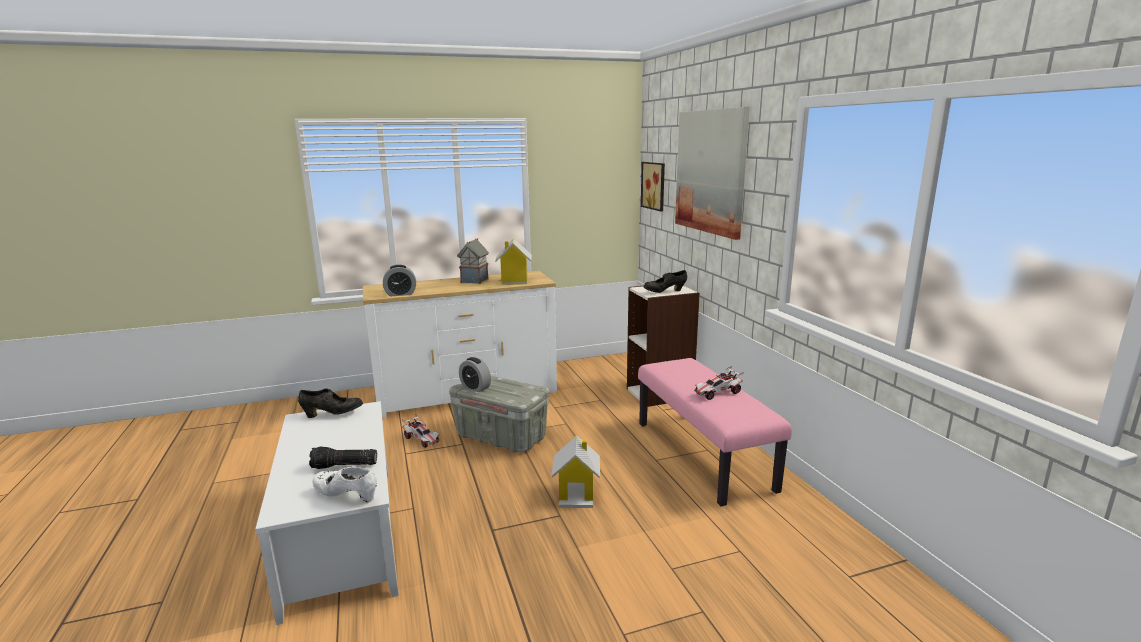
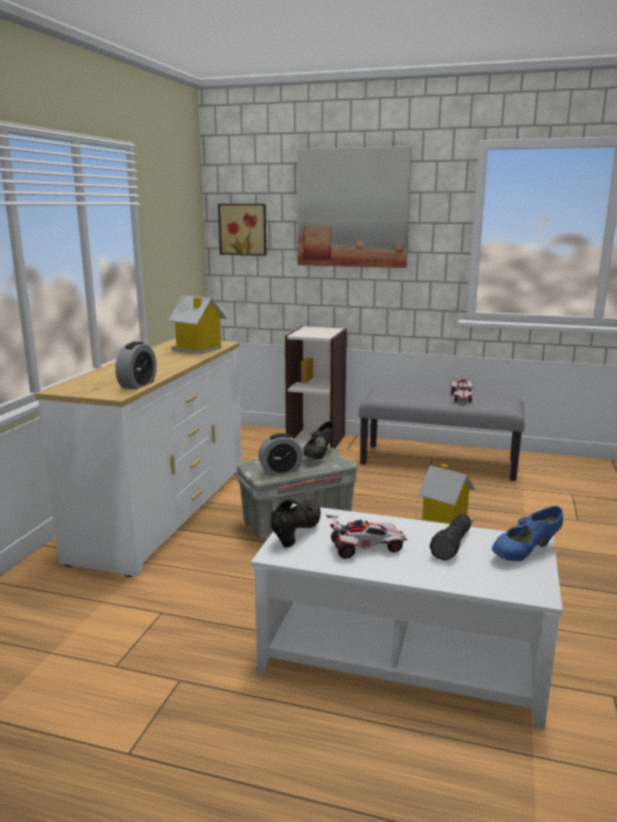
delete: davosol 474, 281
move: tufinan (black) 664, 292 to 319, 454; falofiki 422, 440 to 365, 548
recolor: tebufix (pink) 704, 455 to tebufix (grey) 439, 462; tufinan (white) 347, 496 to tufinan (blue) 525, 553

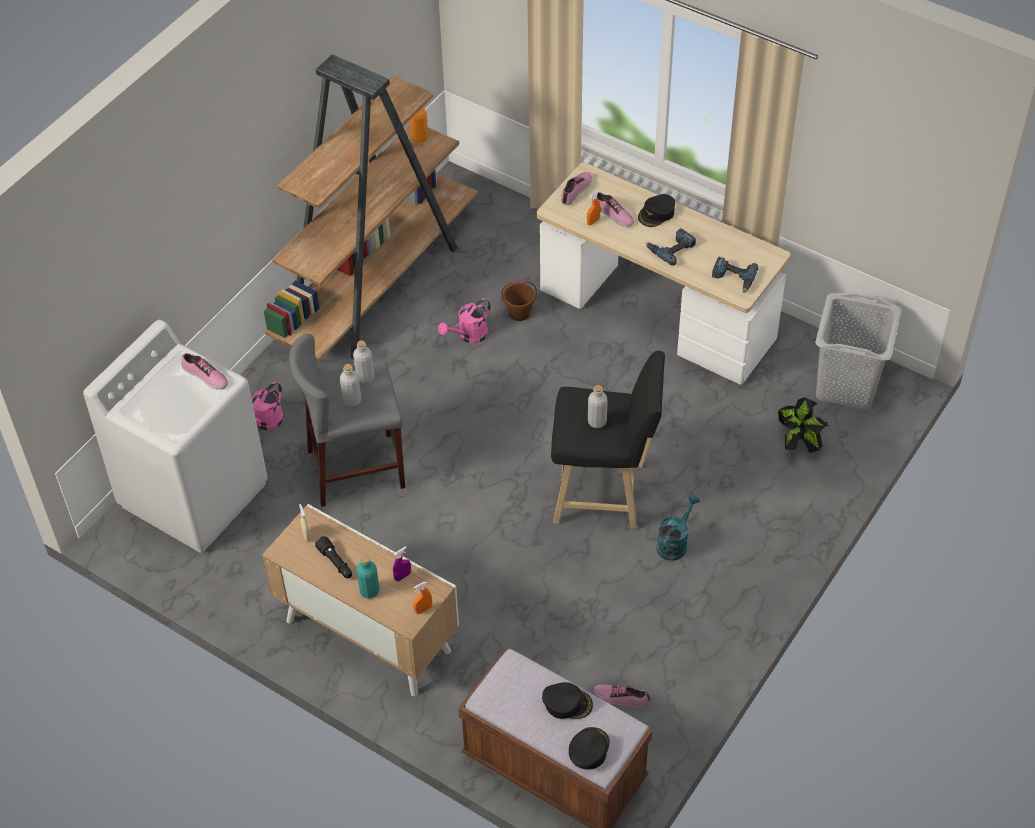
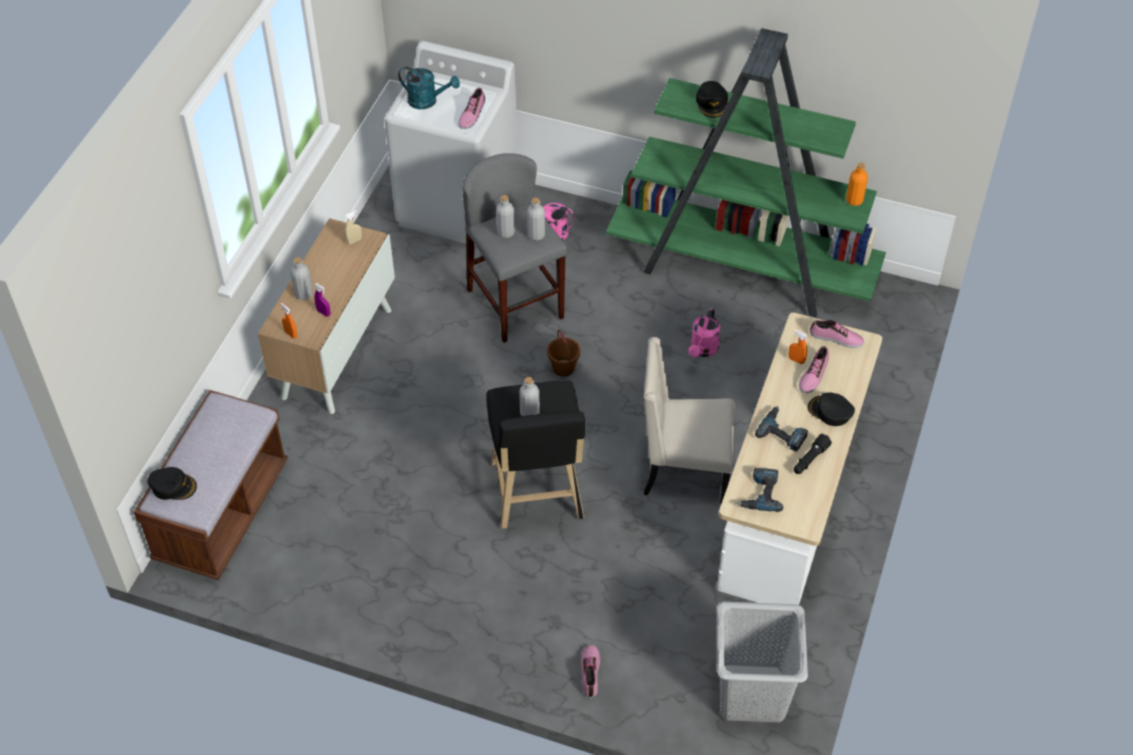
delete: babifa 799, 443
insert: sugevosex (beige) 683, 471
move: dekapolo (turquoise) 674, 542 to 427, 101; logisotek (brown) 519, 313 to 564, 368; tufinan 621, 697 to 591, 672; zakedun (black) 567, 703 to 712, 103; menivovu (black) 335, 562 to 810, 459
recolor: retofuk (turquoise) 369, 591 to retofuk (grey) 304, 294; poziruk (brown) 377, 285 to poziruk (green) 742, 268
rotate: dekapolo (pink) 469, 336 = 703, 350 105 degrees counterclockwise

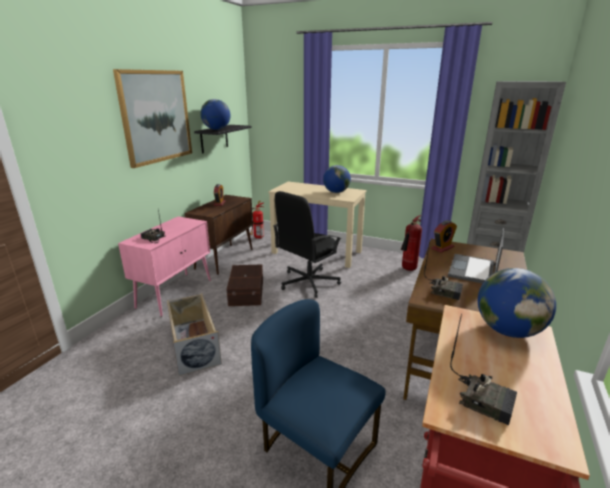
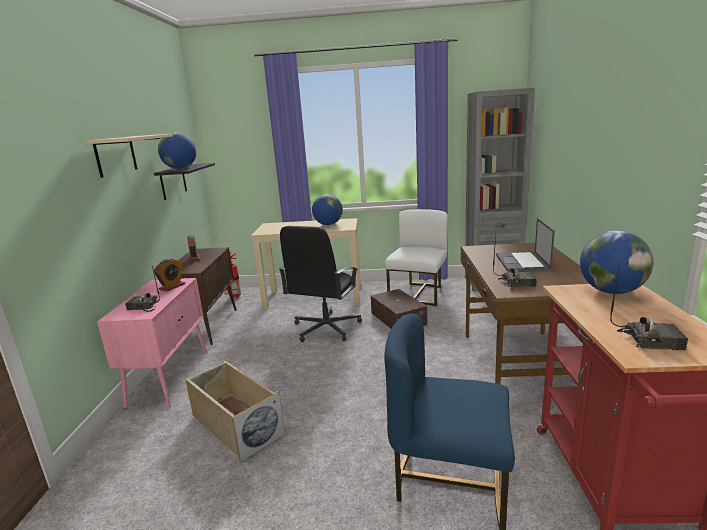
move: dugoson 442, 248 to 172, 287; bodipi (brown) 247, 292 to 399, 318
replace: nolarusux 156, 116 to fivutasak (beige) 116, 155; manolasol 408, 270 to sugevosex (white) 419, 294

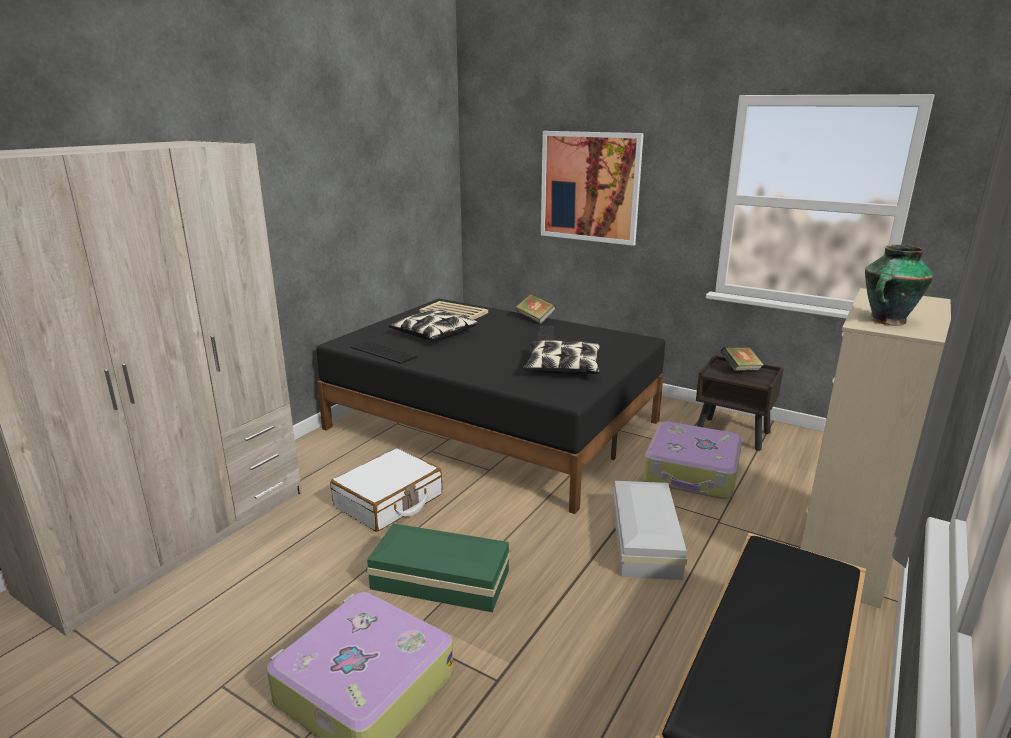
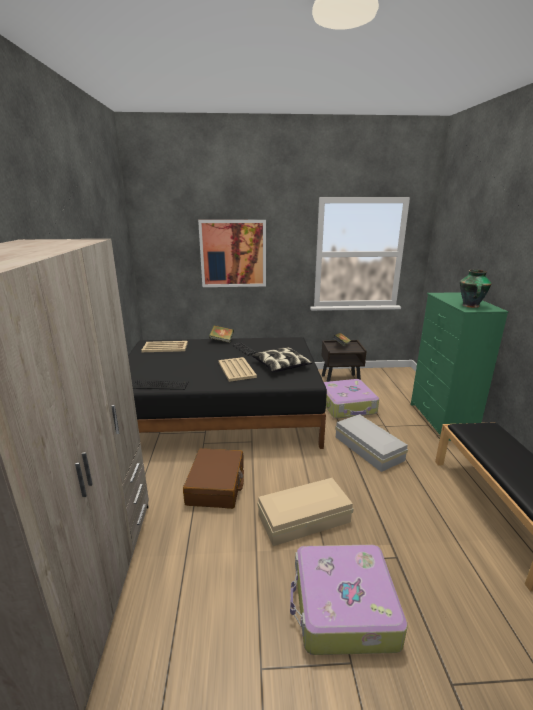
delete: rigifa 433, 334
insert: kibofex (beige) 236, 370
recolor: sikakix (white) 389, 501 to sikakix (brown) 216, 486; bodipi (green) 439, 578 to bodipi (beige) 302, 518; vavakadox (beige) 843, 553 to vavakadox (green) 440, 421

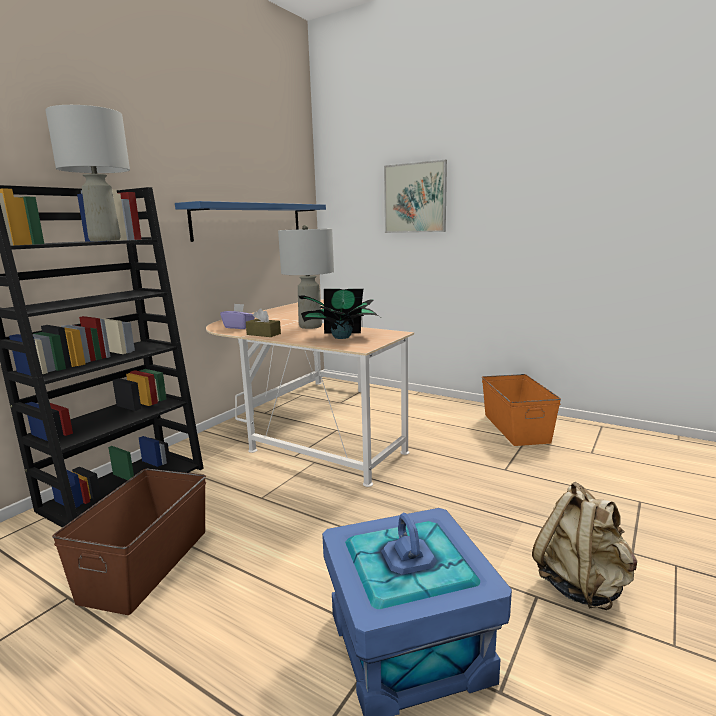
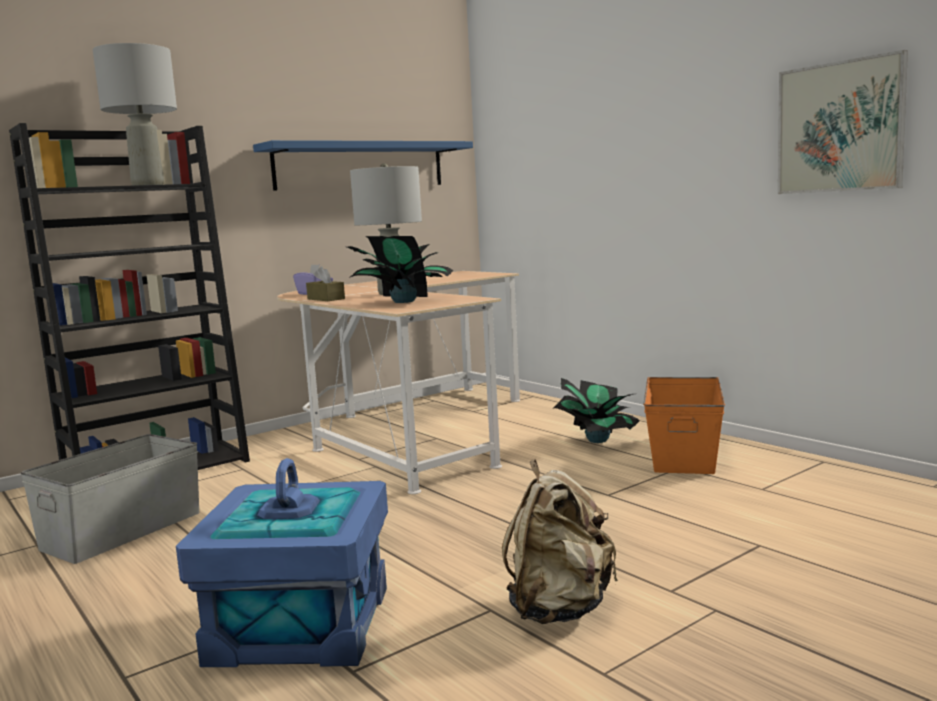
insert: babifa 597, 440
move: nolarusux 415, 198 to 839, 127
recolor: bodipi (brown) 145, 564 to bodipi (grey) 121, 530

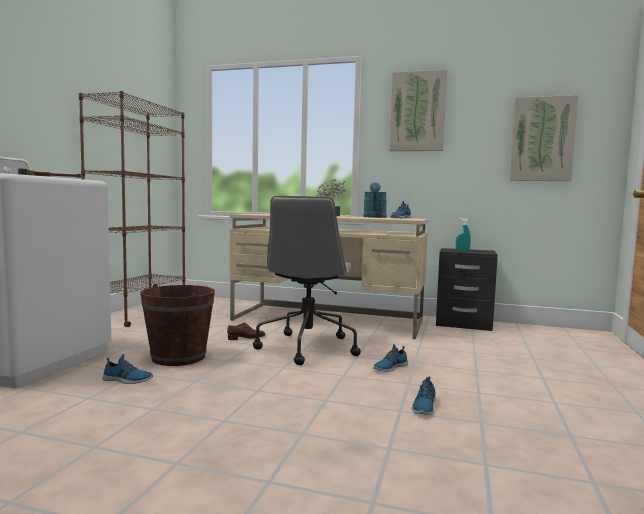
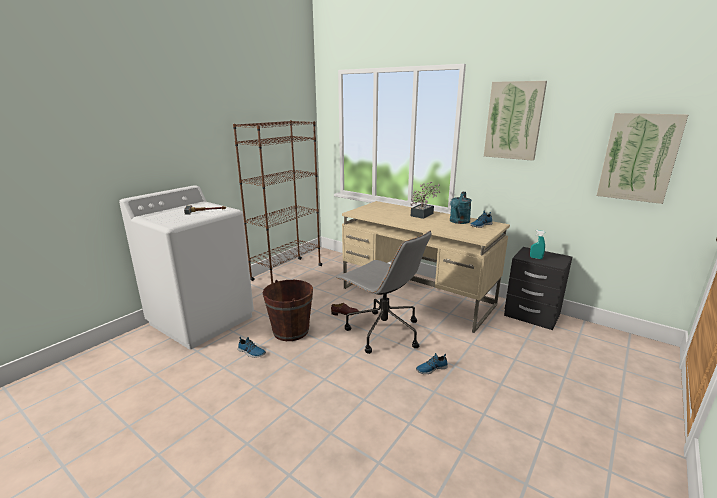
delete: tufinan 424, 406
rotate: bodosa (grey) 307, 347 = 382, 332 75 degrees counterclockwise

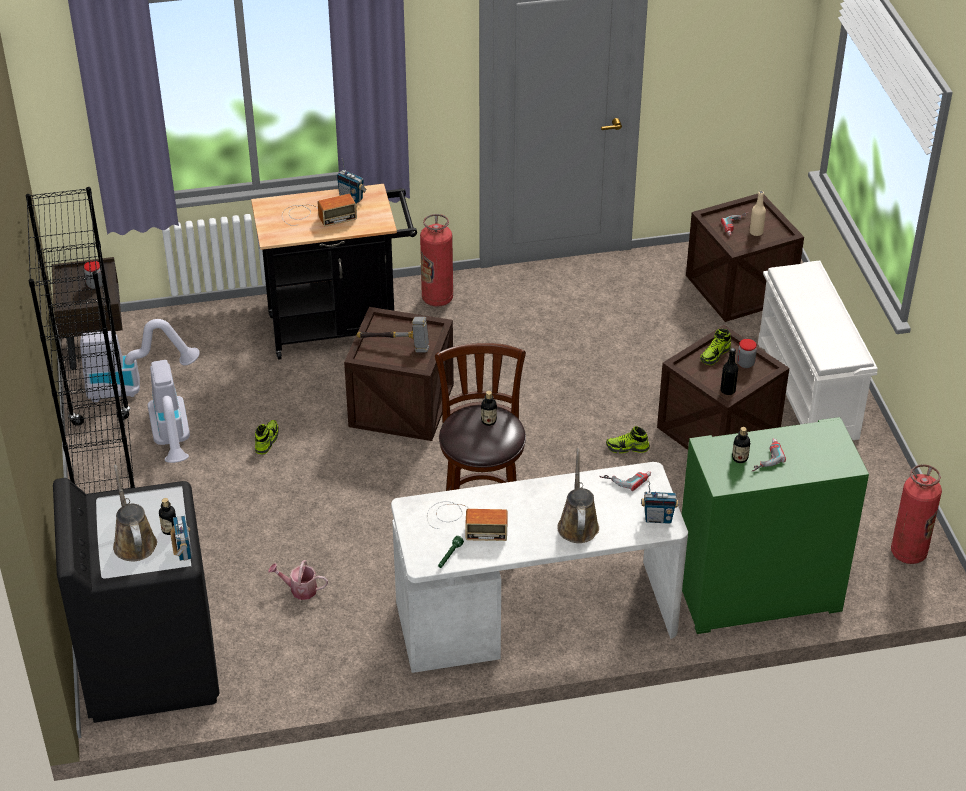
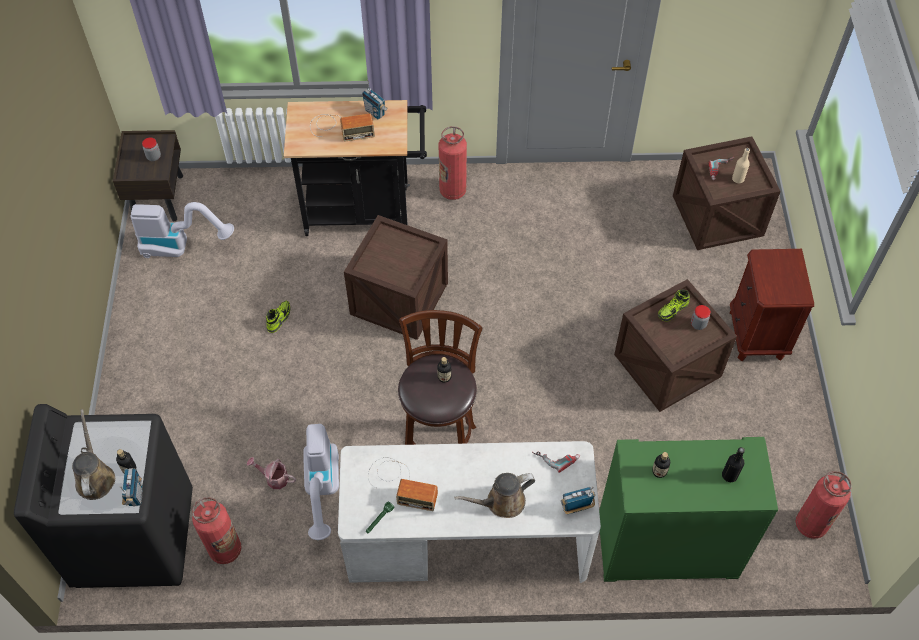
delete: poziruk (black) 103, 464; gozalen 396, 346; tufinan 627, 448; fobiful 764, 457
insert: manolasol 225, 549
move: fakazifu 173, 442 to 322, 491; retofuk (black) 727, 390 to 729, 475
replace: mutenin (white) 809, 390 to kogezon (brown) 756, 335
rotate: dekapolo (brown) 578, 524 = 501, 502 120 degrees counterclockwise; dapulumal 658, 518 = 576, 507 150 degrees clockwise

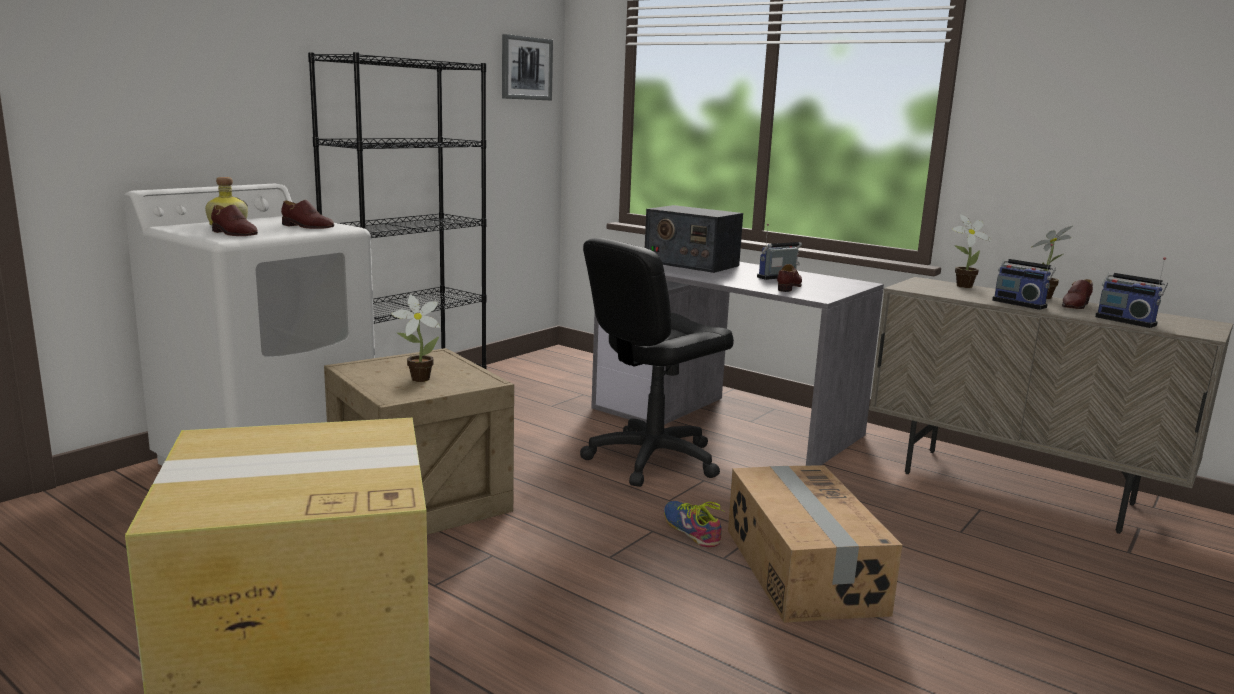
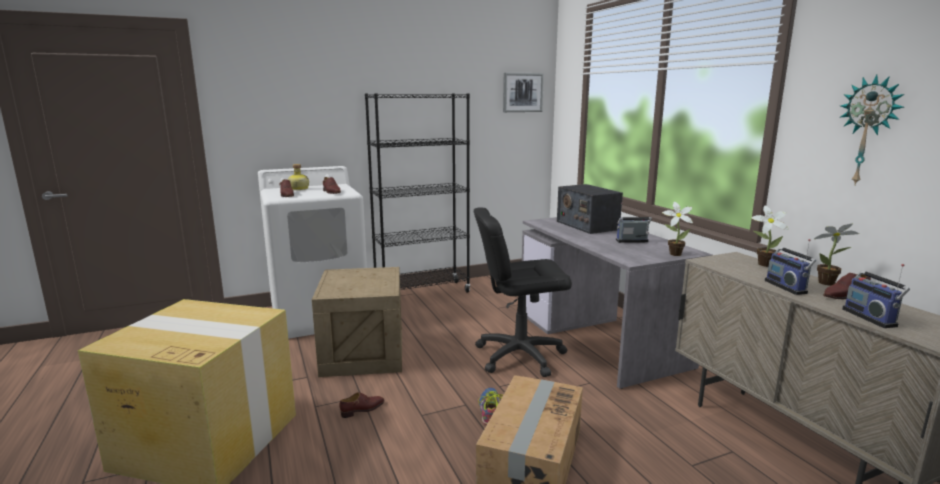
insert: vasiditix 868, 131
move: tufinan (brown) 789, 287 to 363, 409; babifa 417, 379 to 673, 254

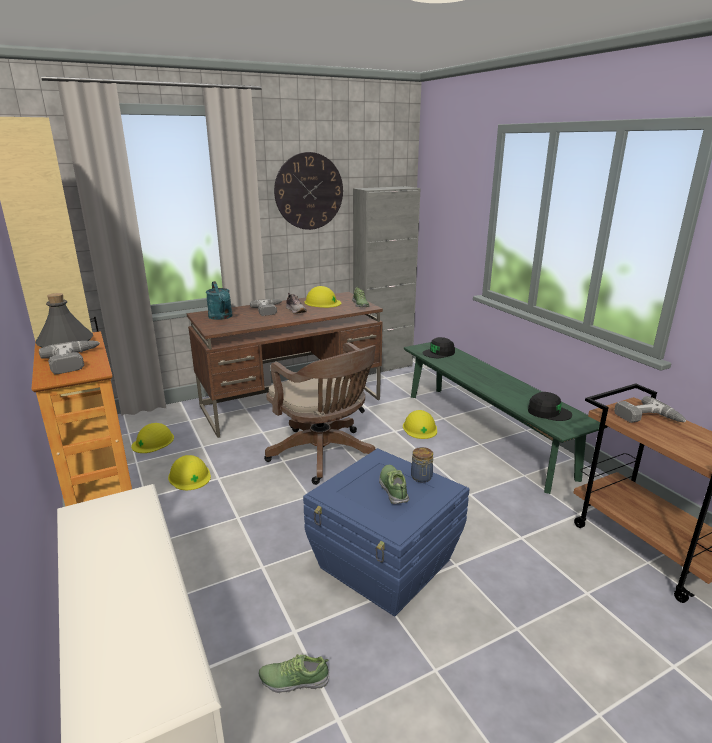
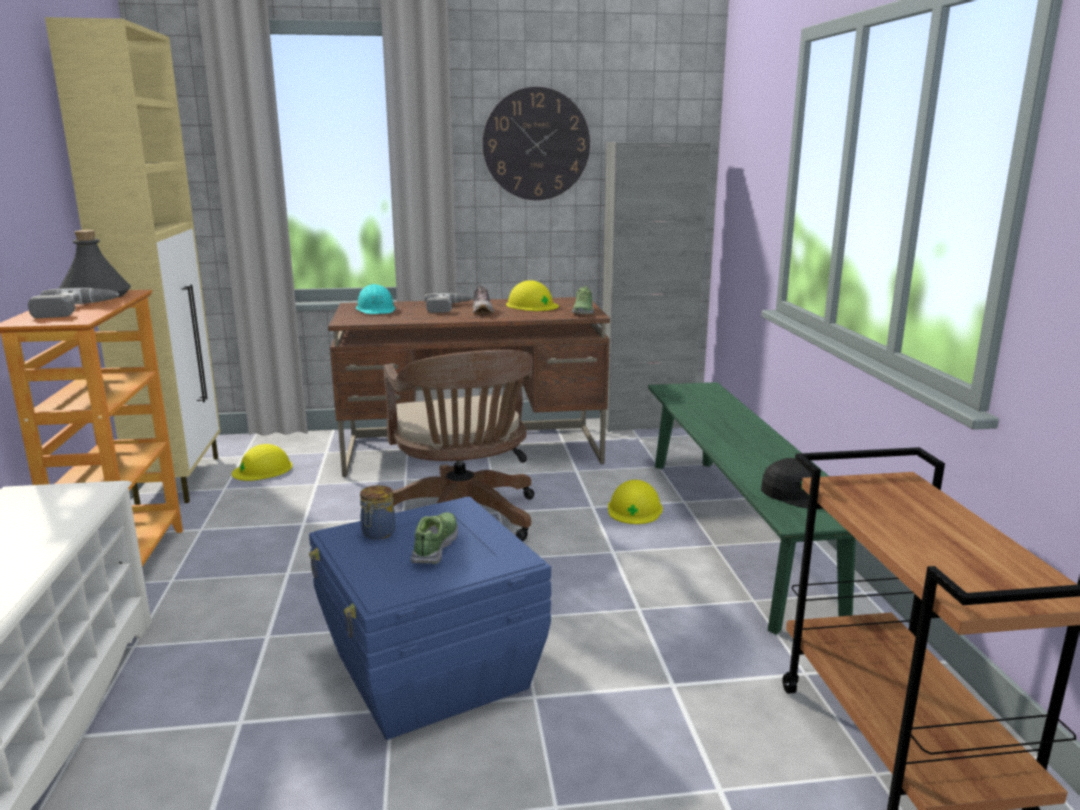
delete: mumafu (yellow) 189, 476; tufinan 294, 679; zakedun (black) 439, 353; fobiful 648, 418
move: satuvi 421, 477 to 378, 533
replace: dekapolo (turquoise) 221, 317 to mumafu (turquoise) 376, 310

